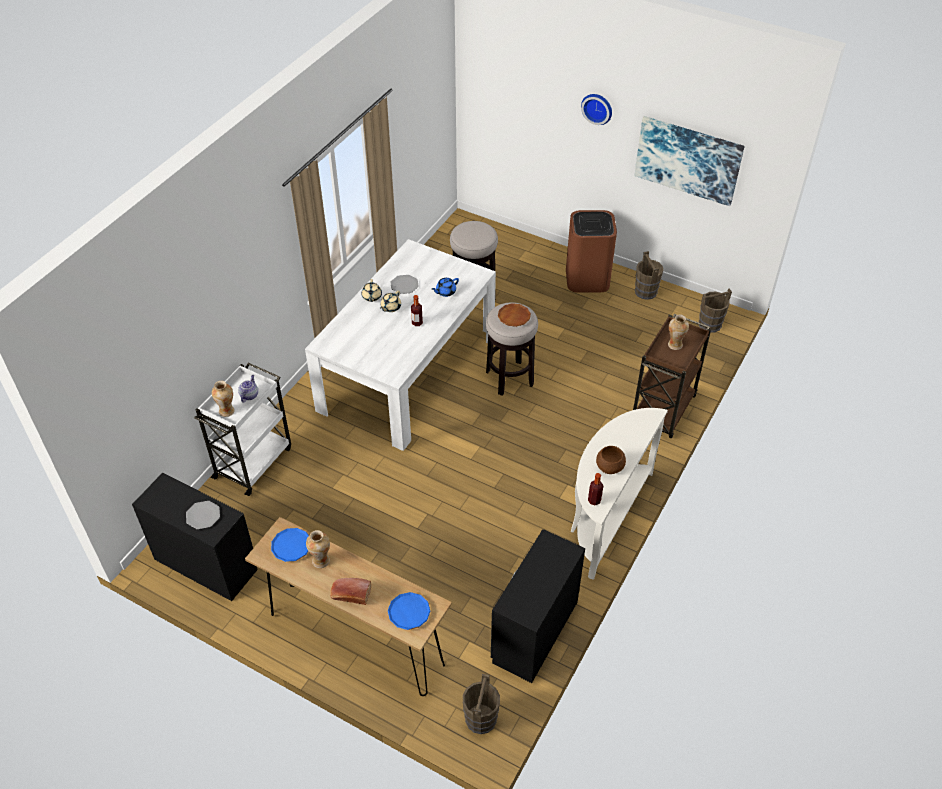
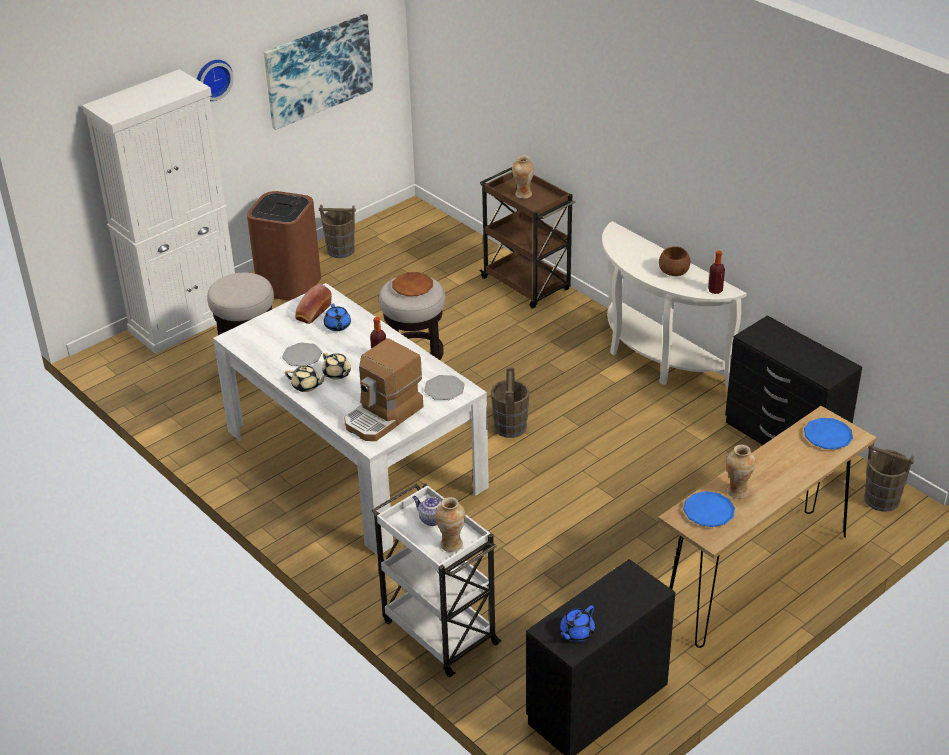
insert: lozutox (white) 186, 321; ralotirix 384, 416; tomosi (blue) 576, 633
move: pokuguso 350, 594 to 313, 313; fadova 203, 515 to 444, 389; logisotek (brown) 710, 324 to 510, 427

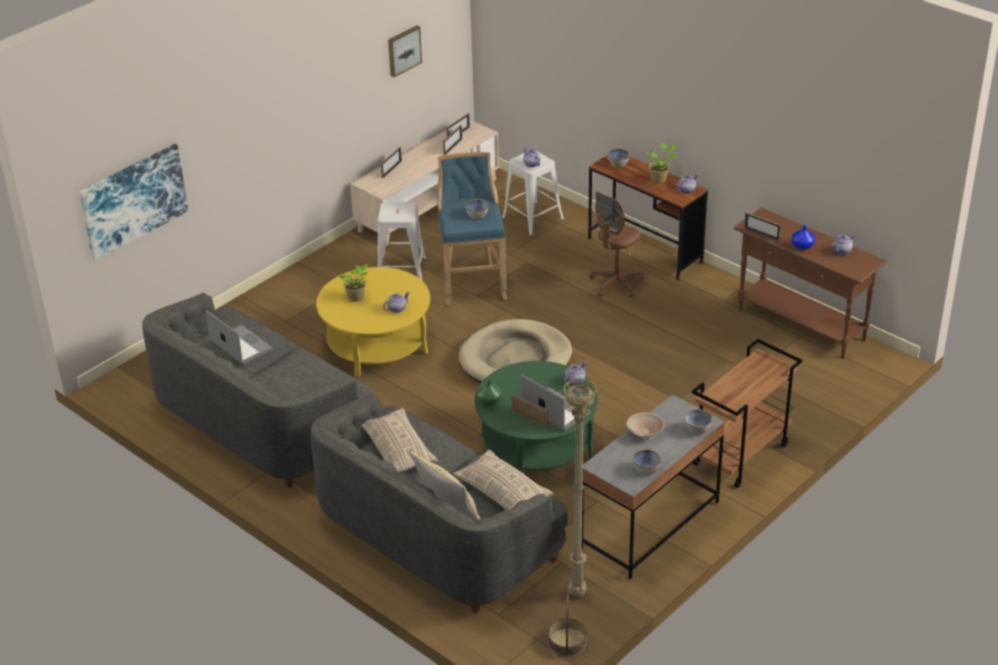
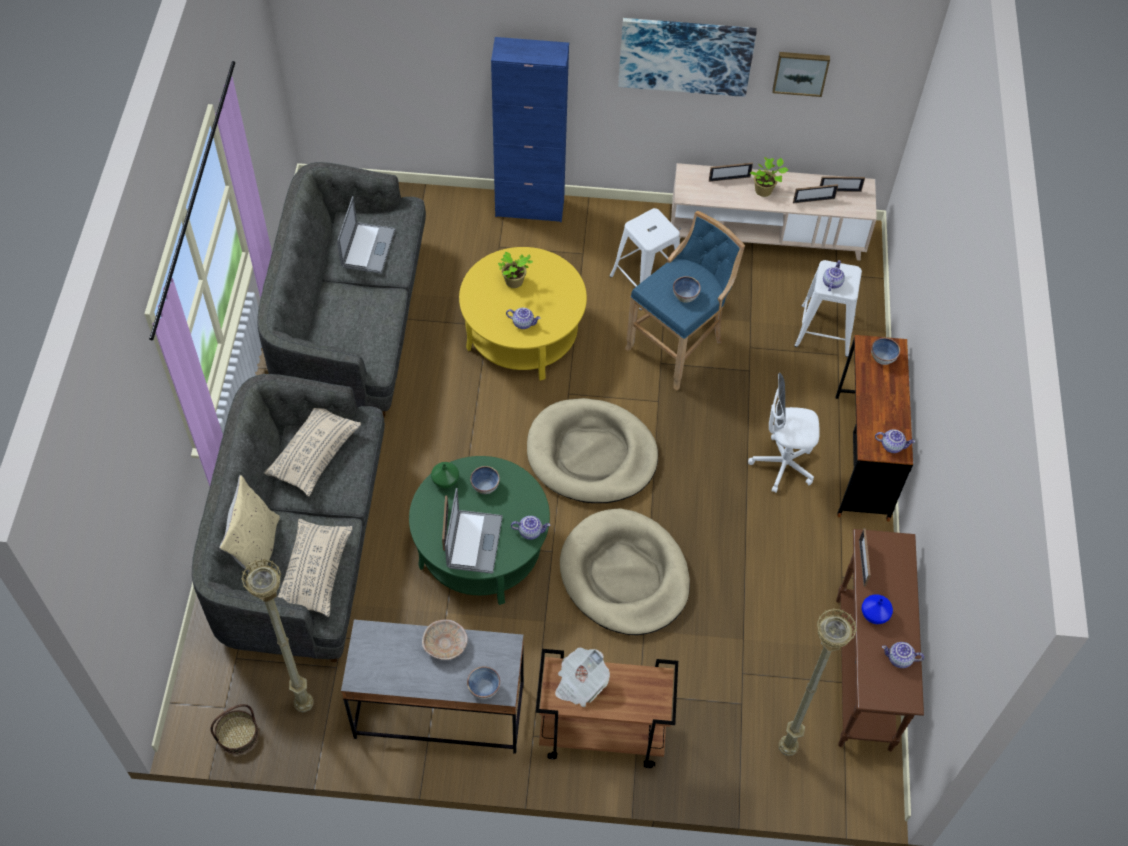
insert: lozutox (blue) 529, 208; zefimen 580, 683; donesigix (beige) 624, 575; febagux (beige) 786, 750
move: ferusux 646, 469 to 485, 486; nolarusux 133, 200 to 685, 55; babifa 659, 179 to 765, 191
recolor: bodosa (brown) 616, 284 to bodosa (white) 782, 465

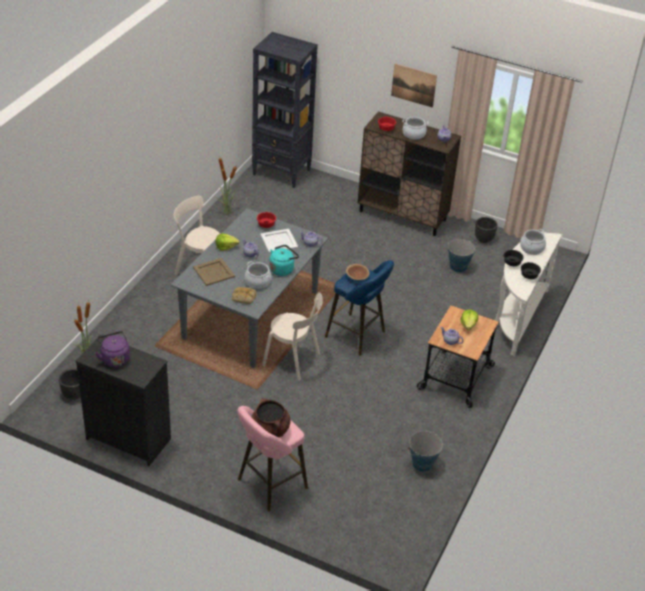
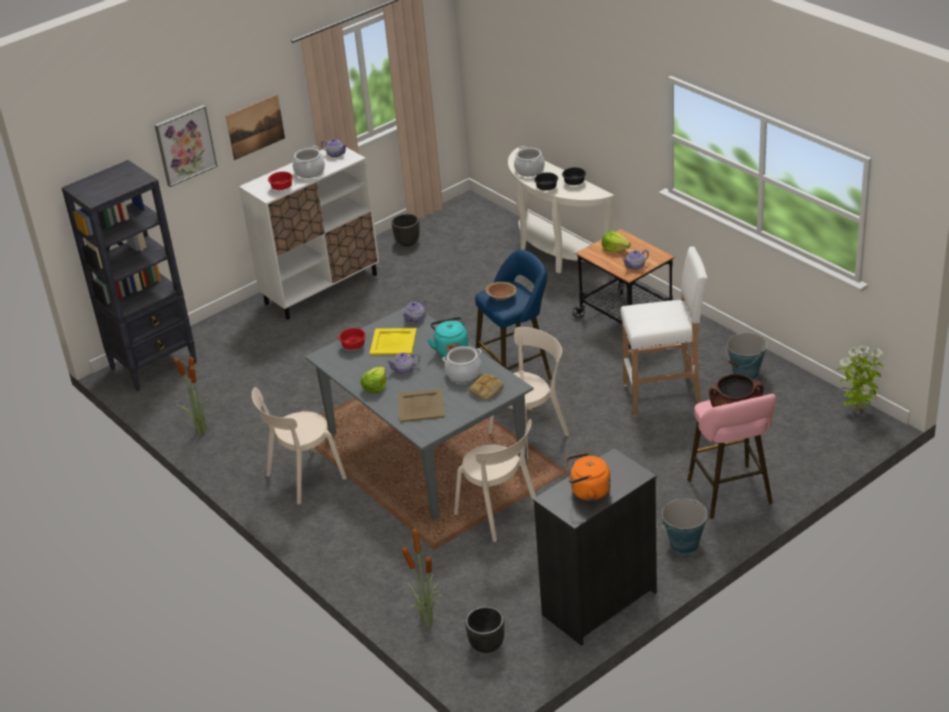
insert: nolarusux 185, 145; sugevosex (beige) 499, 514; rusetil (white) 664, 396; babifa 857, 412
move: logisotek 458, 267 to 684, 544
recolor: lozutox (brown) 402, 216 to lozutox (white) 321, 288; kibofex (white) 278, 241 to kibofex (yellow) 393, 342; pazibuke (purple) 114, 358 to pazibuke (orange) 587, 492

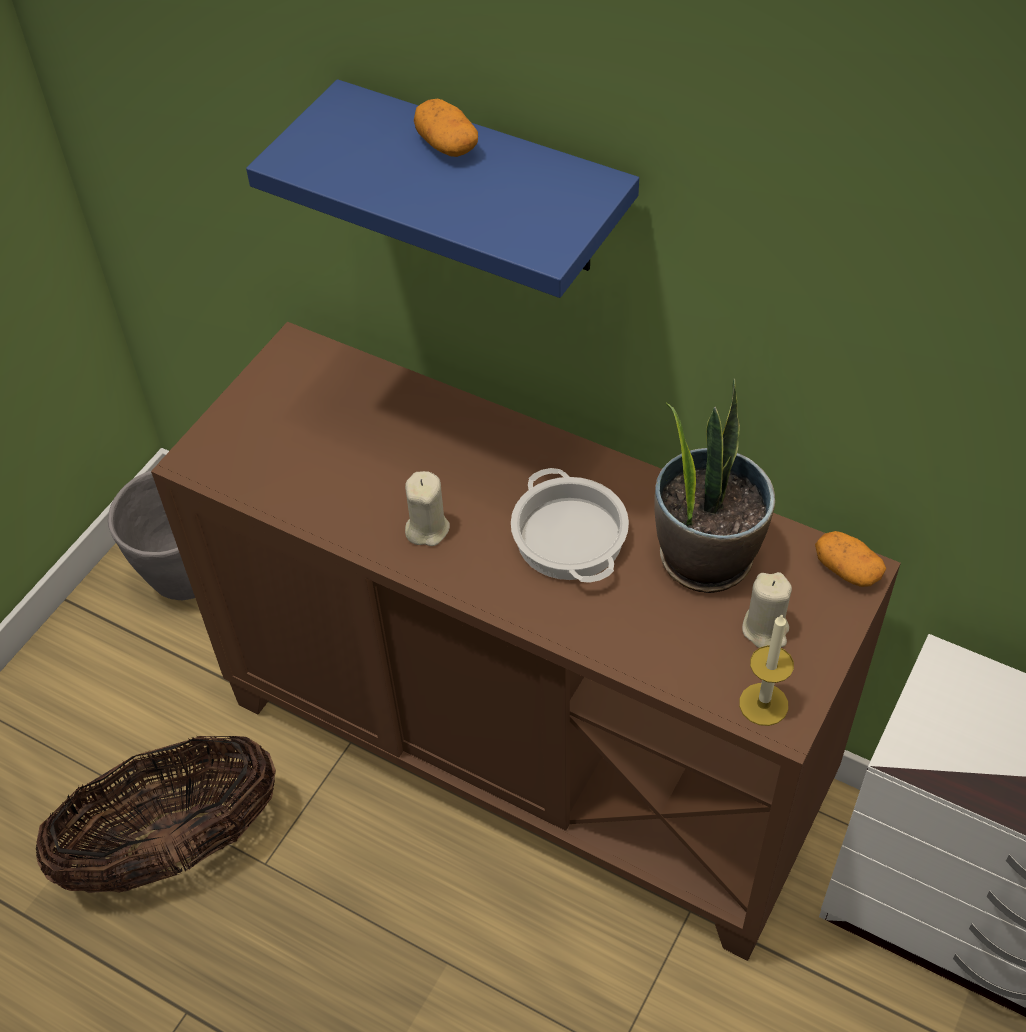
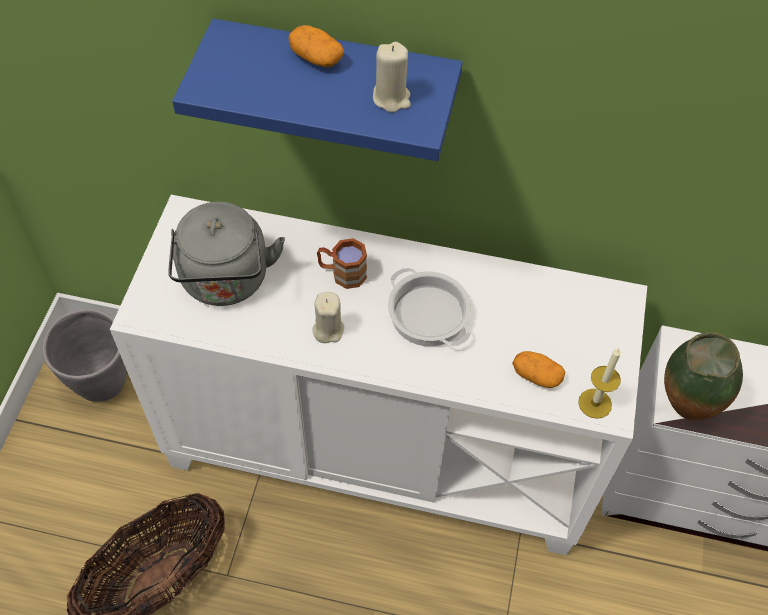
delete: babifa 705, 556
insert: pazibuke (grey) 226, 282; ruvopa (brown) 342, 273; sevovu 683, 410
move: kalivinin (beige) 765, 629 to 391, 98; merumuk 846, 570 to 536, 375
recolor: lozutox (brown) 526, 745 to lozutox (white) 380, 447

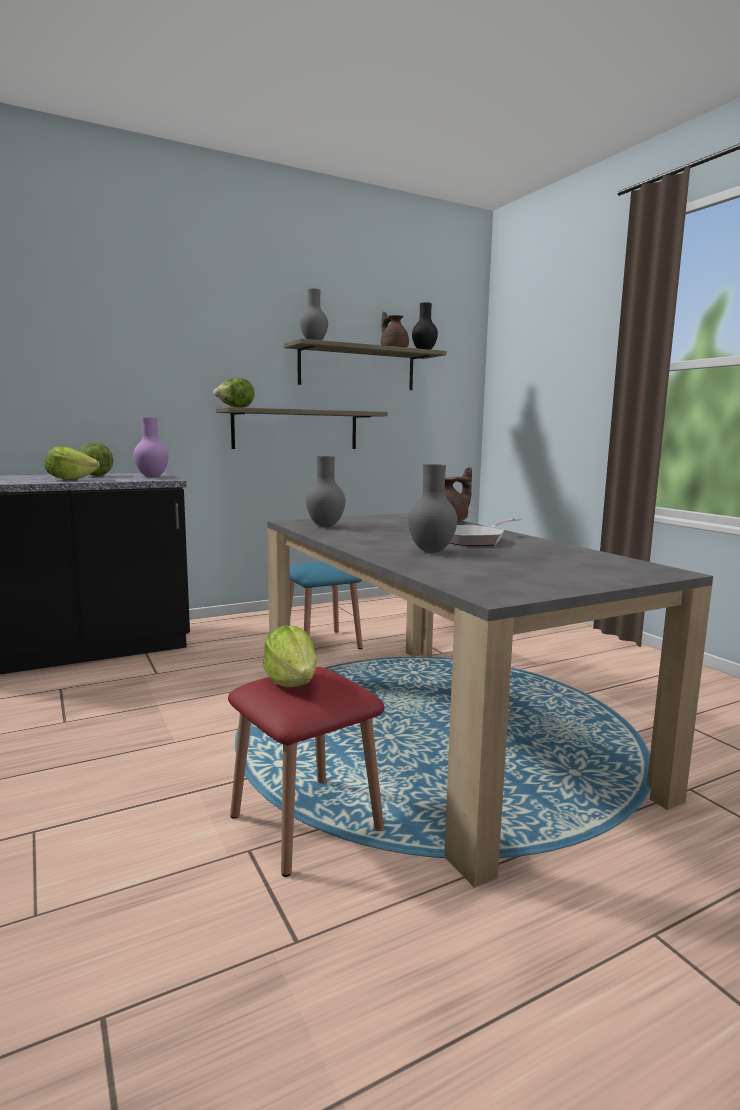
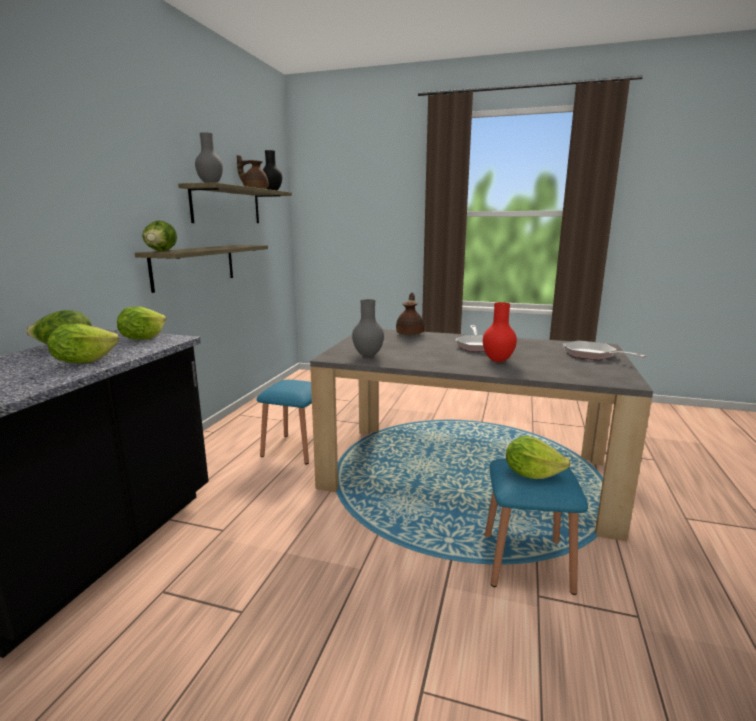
insert: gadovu 592, 355
replace: sevovu (purple) 151, 477 to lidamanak 142, 338
recolor: sevovu (grey) 431, 551 to sevovu (red) 497, 360; rusetil (red) 306, 823 to rusetil (blue) 526, 562

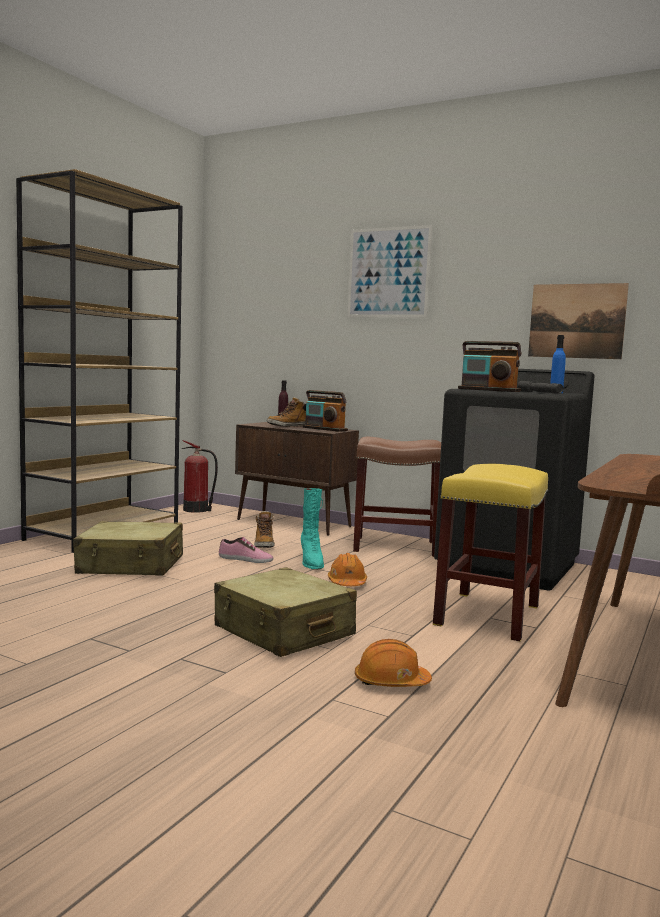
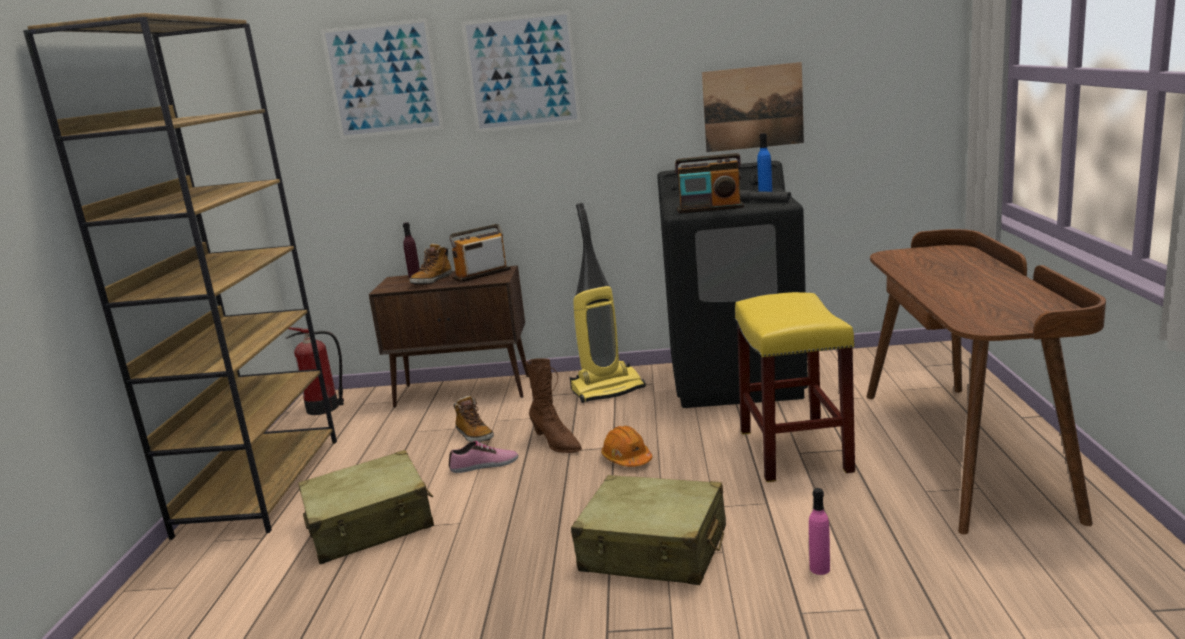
insert: nolarusux 383, 79
replace: rusetil (brown) 396, 546 to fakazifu 607, 389; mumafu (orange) 391, 682 to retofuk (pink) 819, 569
recolor: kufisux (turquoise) 311, 562 to kufisux (brown) 556, 443
rotate: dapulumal 324, 429 = 482, 274 135 degrees clockwise

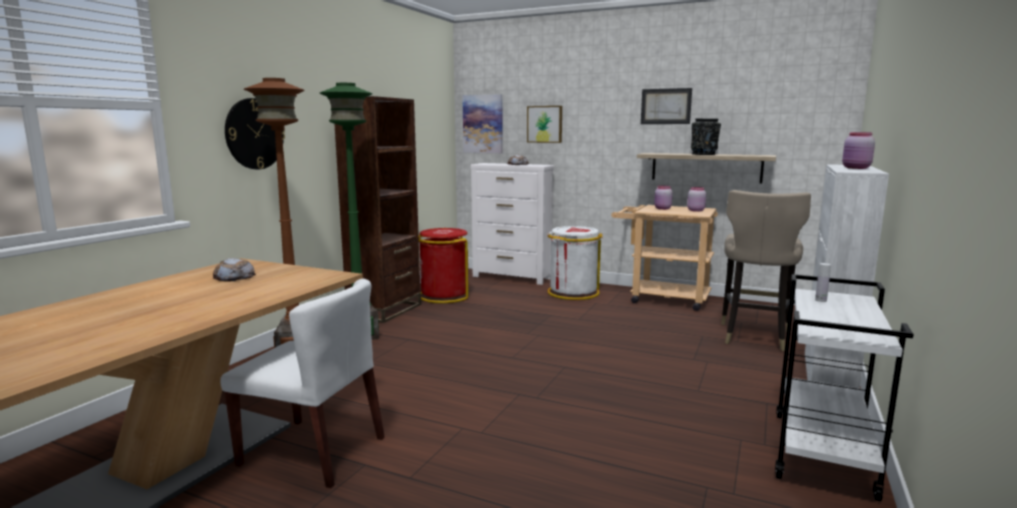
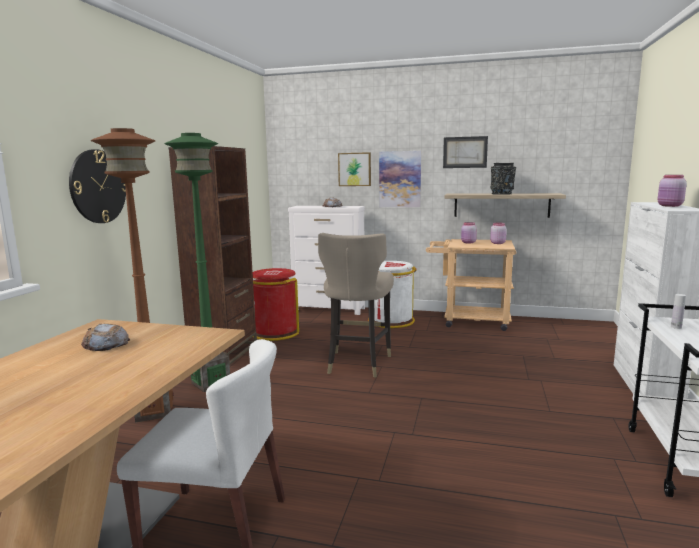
move: rusetil (beige) 754, 336 to 357, 363; nolarusux 483, 124 to 400, 179

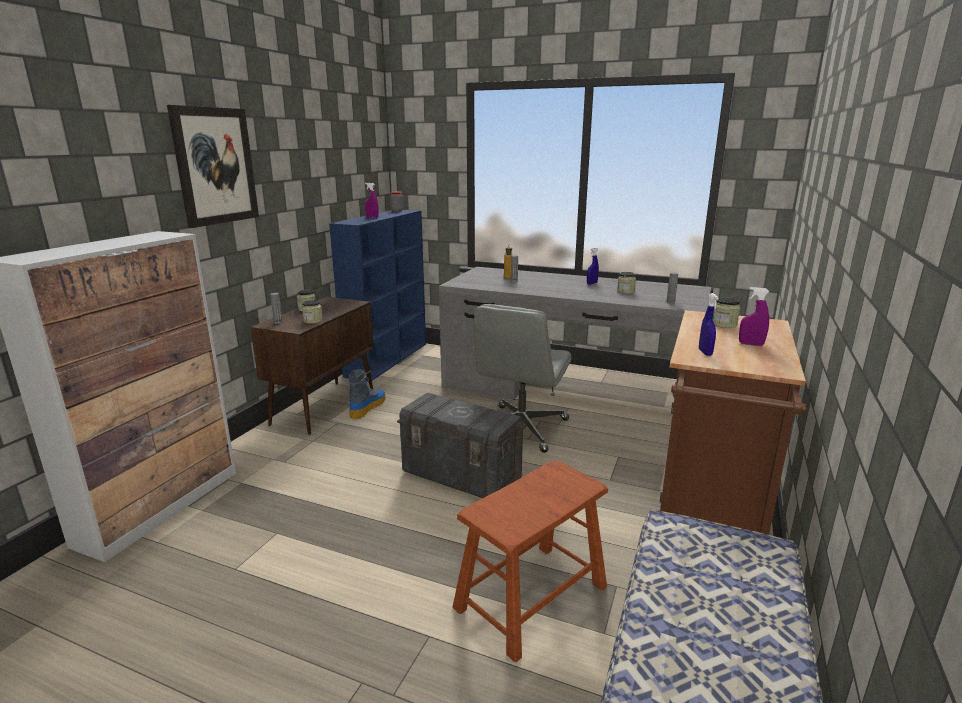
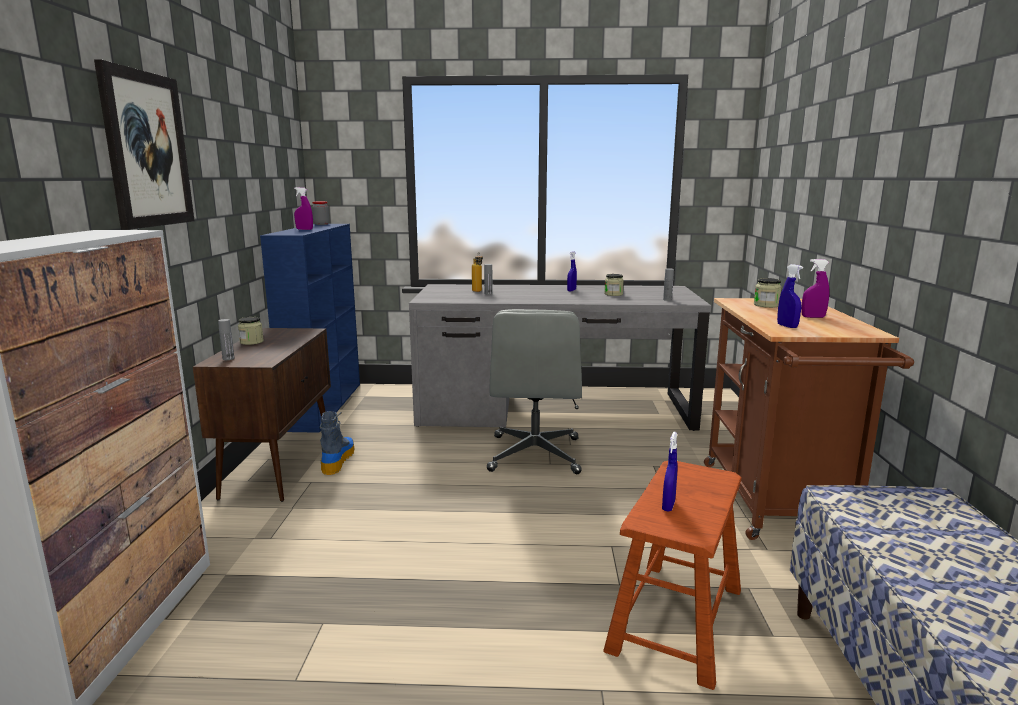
delete: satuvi 313, 321; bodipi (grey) 461, 476
insert: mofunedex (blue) 668, 506

